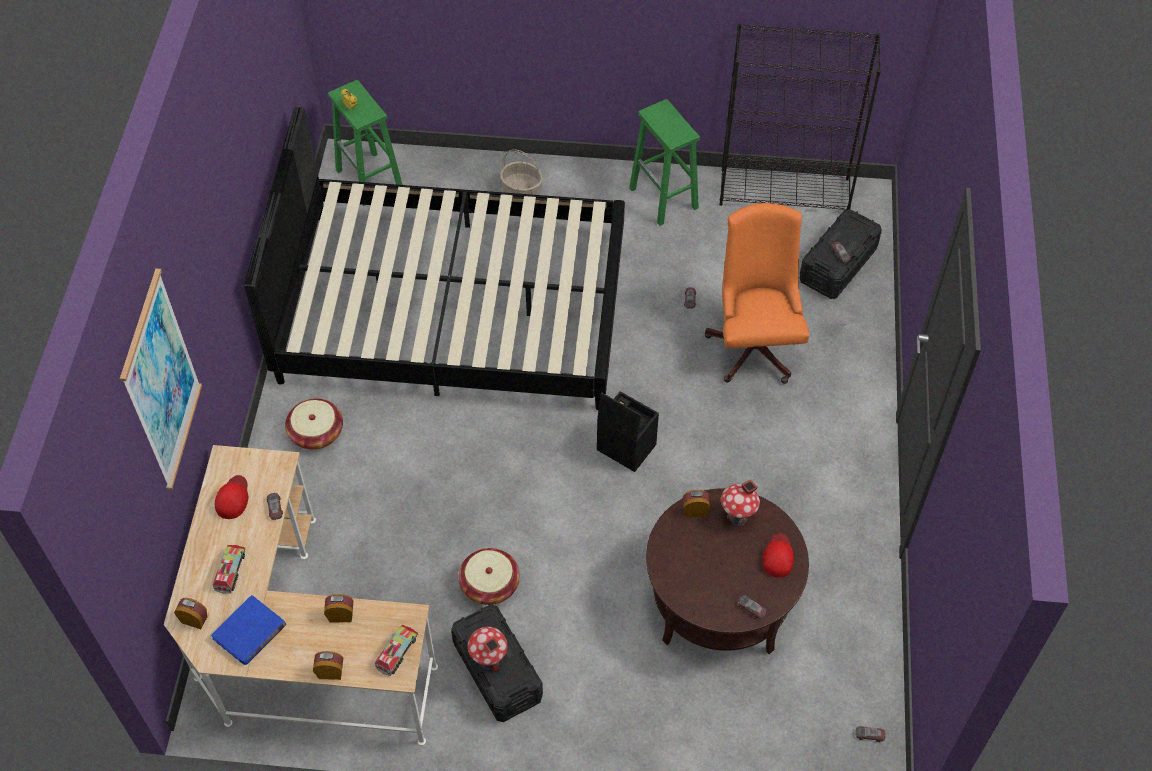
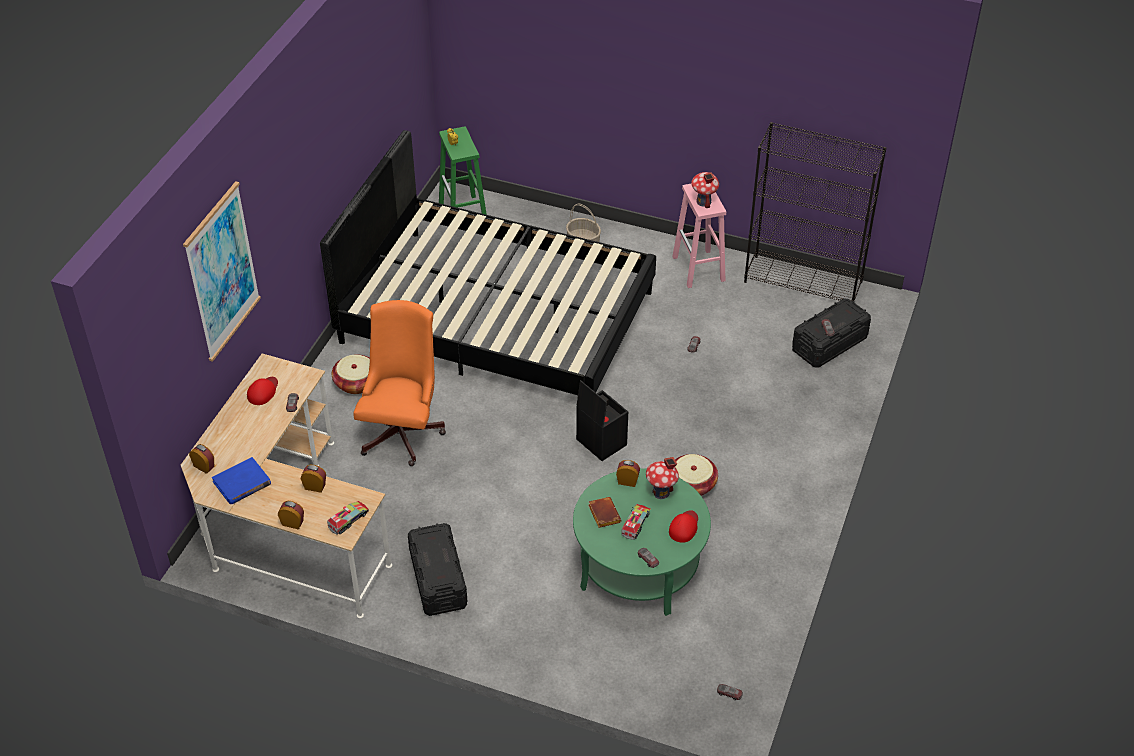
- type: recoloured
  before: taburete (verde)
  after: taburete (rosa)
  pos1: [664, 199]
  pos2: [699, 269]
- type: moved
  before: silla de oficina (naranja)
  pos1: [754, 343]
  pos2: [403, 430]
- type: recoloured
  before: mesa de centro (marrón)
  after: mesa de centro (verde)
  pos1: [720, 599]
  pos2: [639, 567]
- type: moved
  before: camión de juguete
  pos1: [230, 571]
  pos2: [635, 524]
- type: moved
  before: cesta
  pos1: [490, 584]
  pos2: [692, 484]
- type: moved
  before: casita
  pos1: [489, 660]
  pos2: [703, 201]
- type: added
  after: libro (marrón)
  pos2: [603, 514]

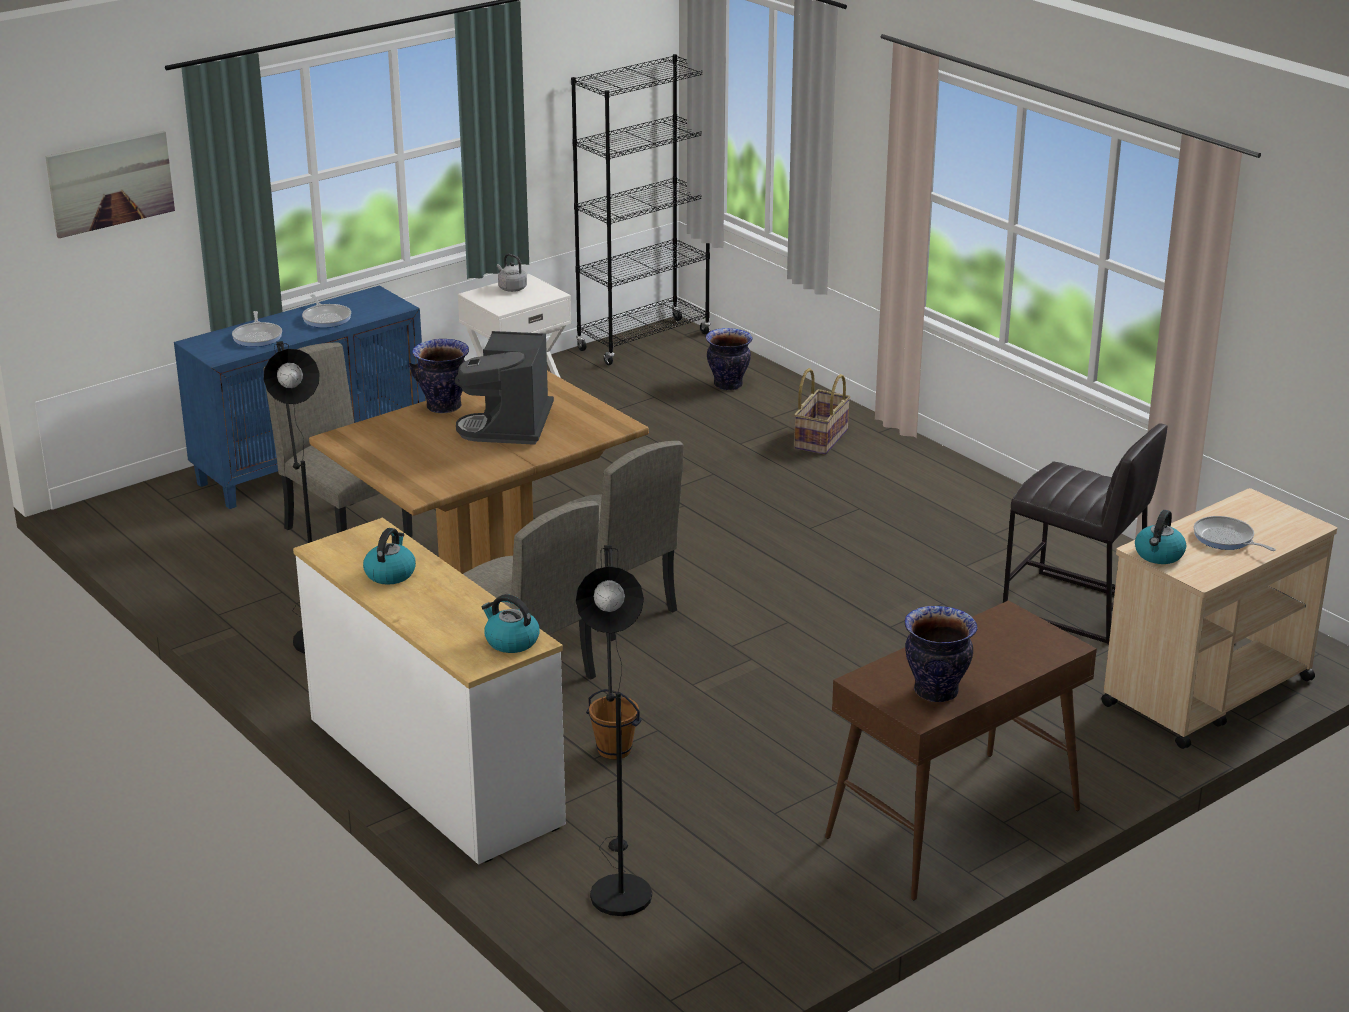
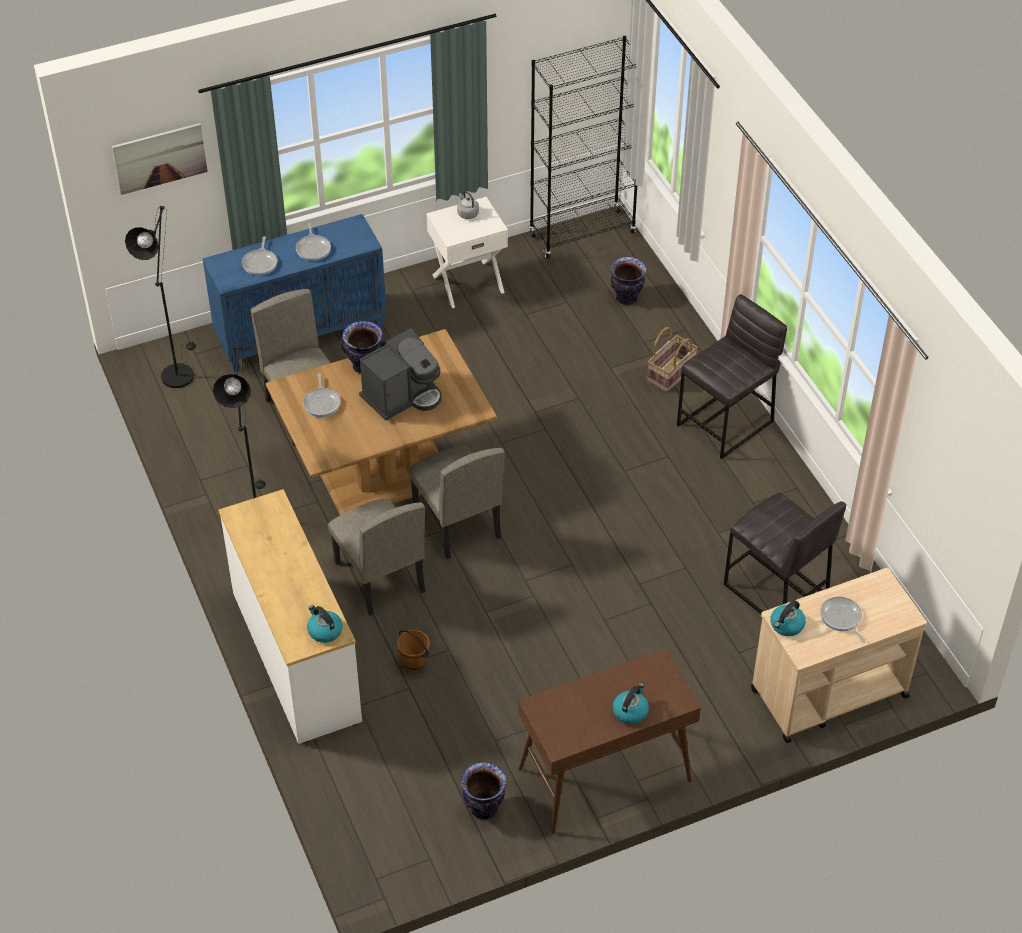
- type: turned
  before: cafetera
  pos1: [510, 426]
  pos2: [402, 396]
  turn: -150
- type: moved
  before: hervidor
  pos1: [390, 573]
  pos2: [630, 711]
- type: moved
  before: lámpara de pie (negro)
  pos1: [618, 888]
  pos2: [178, 371]
- type: moved
  before: florero
  pos1: [937, 692]
  pos2: [484, 808]
- type: added
  after: taburete (gris)
  pos2: [726, 423]
- type: added
  after: sartén
  pos2: [322, 402]

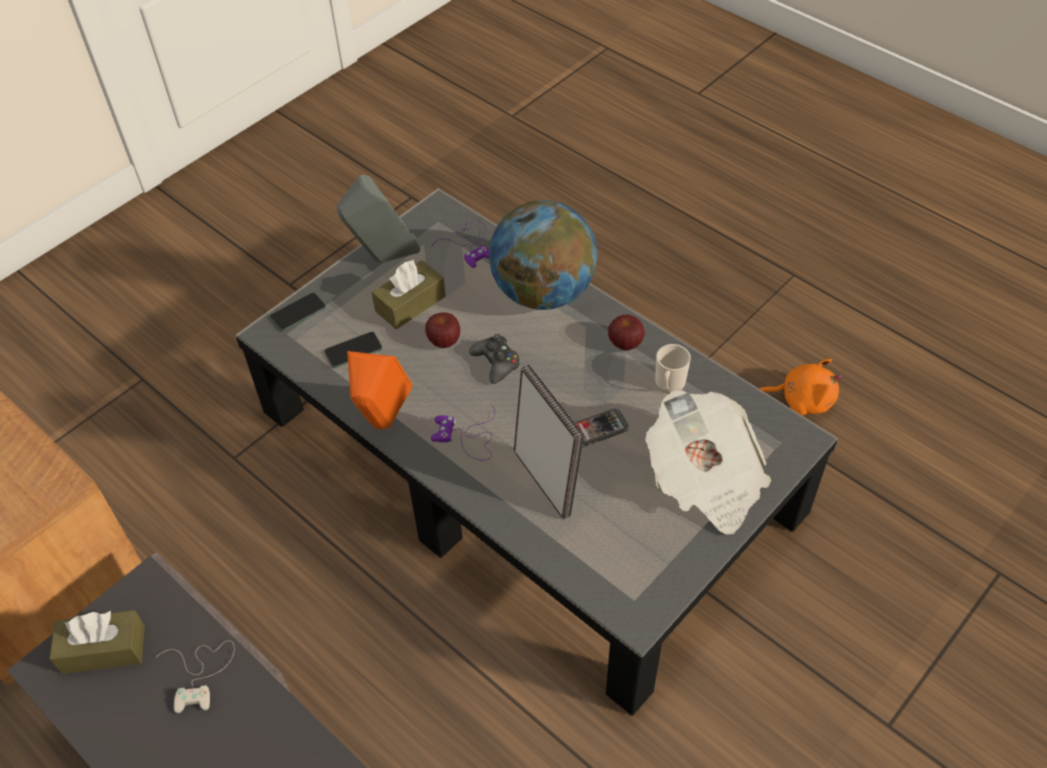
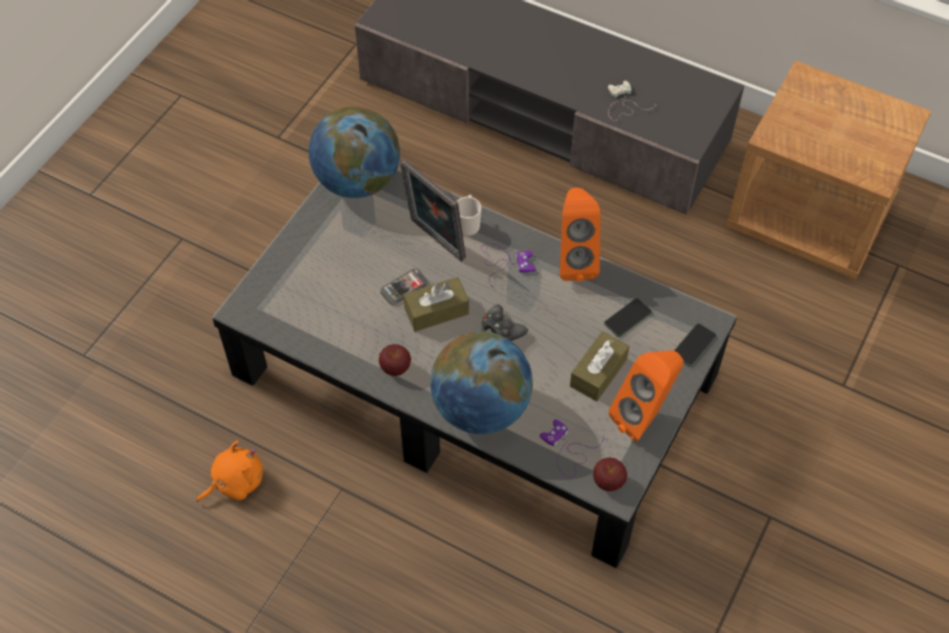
- type: recoloured
  before: altavoz (gris)
  after: altavoz (naranja)
  pos1: [383, 259]
  pos2: [644, 416]
- type: moved
  before: manzana
  pos1: [444, 341]
  pos2: [608, 481]
- type: moved
  before: taza grande
  pos1: [669, 384]
  pos2: [468, 224]
- type: turned
  before: peluche (naranja)
  pos1: [802, 399]
  pos2: [235, 481]
  turn: 150
- type: removed
  before: periódico
  pos1: [705, 480]
- type: moved
  before: caja de pañuelos (marrón)
  pos1: [103, 649]
  pos2: [436, 311]
- type: added
  after: globo terráqueo
  pos2: [357, 181]

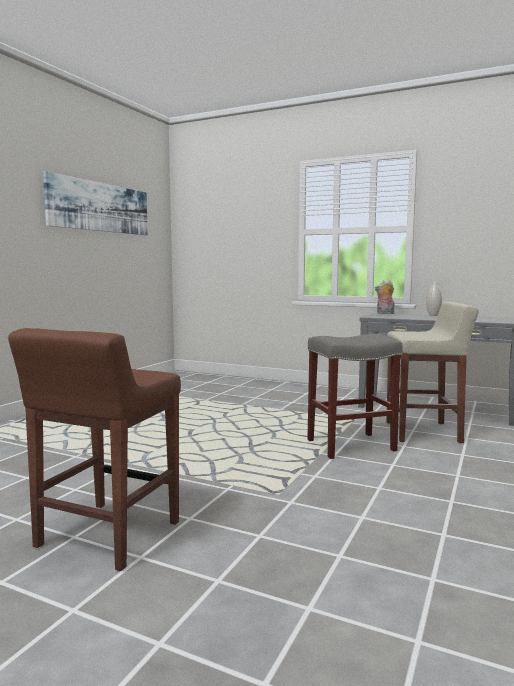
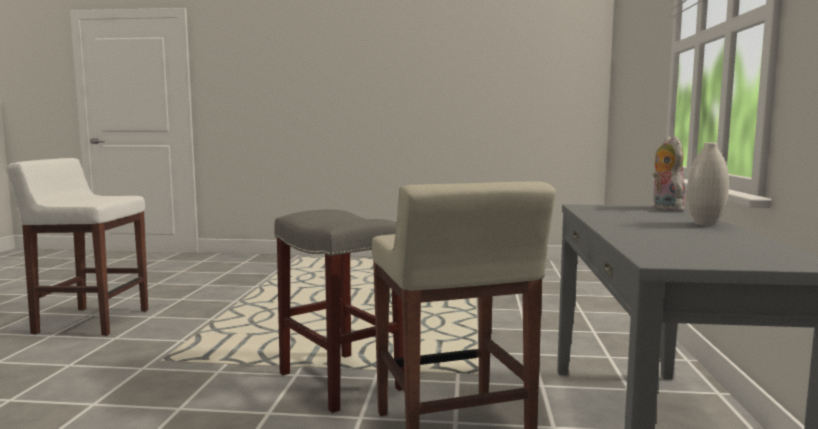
- type: removed
  before: cuadro
  pos1: [100, 207]
- type: recoloured
  before: taburete (marrón)
  after: taburete (blanco)
  pos1: [107, 535]
  pos2: [91, 321]

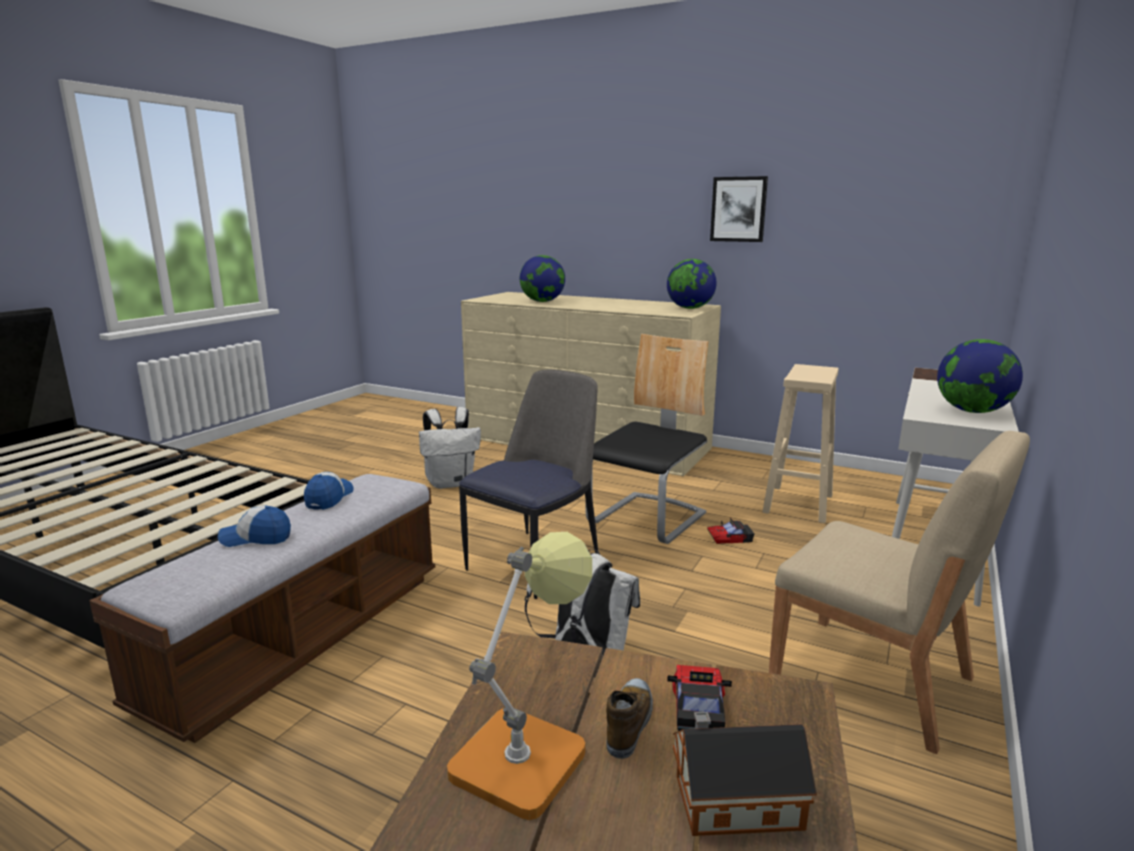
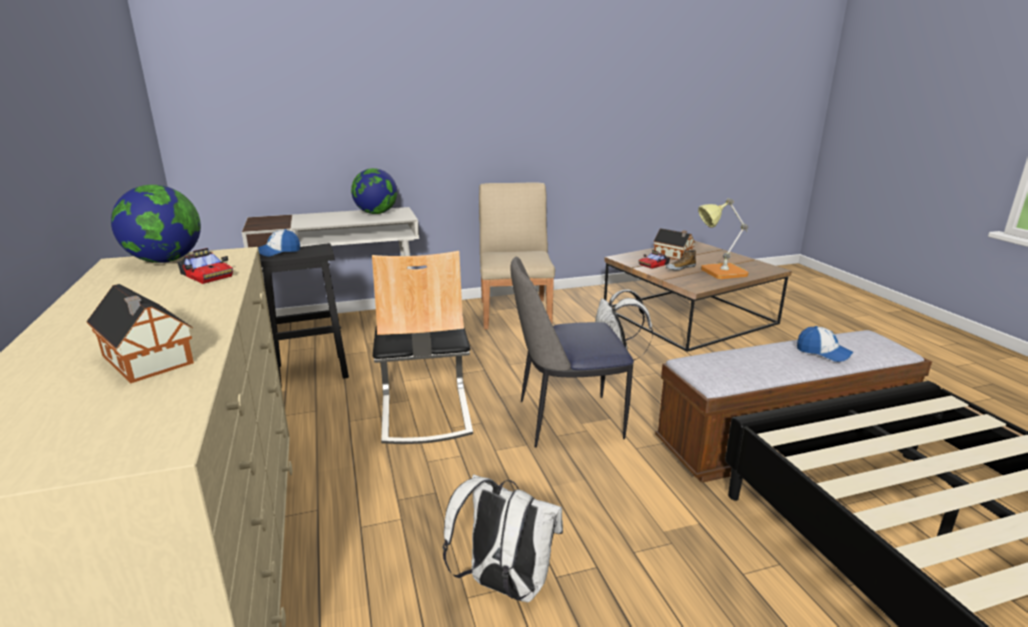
- type: removed
  before: cuadro
  pos1: [738, 209]
- type: replaced
  before: globo terráqueo
  after: casita
  pos1: [542, 301]
  pos2: [147, 361]
- type: turned
  before: silla
  pos1: [648, 519]
  pos2: [424, 412]
  turn: -90
- type: recoloured
  before: taburete (beis)
  after: taburete (negro)
  pos1: [798, 503]
  pos2: [309, 371]
- type: moved
  before: gorra
  pos1: [329, 498]
  pos2: [278, 252]
- type: moved
  before: coche de juguete
  pos1: [730, 538]
  pos2: [206, 275]

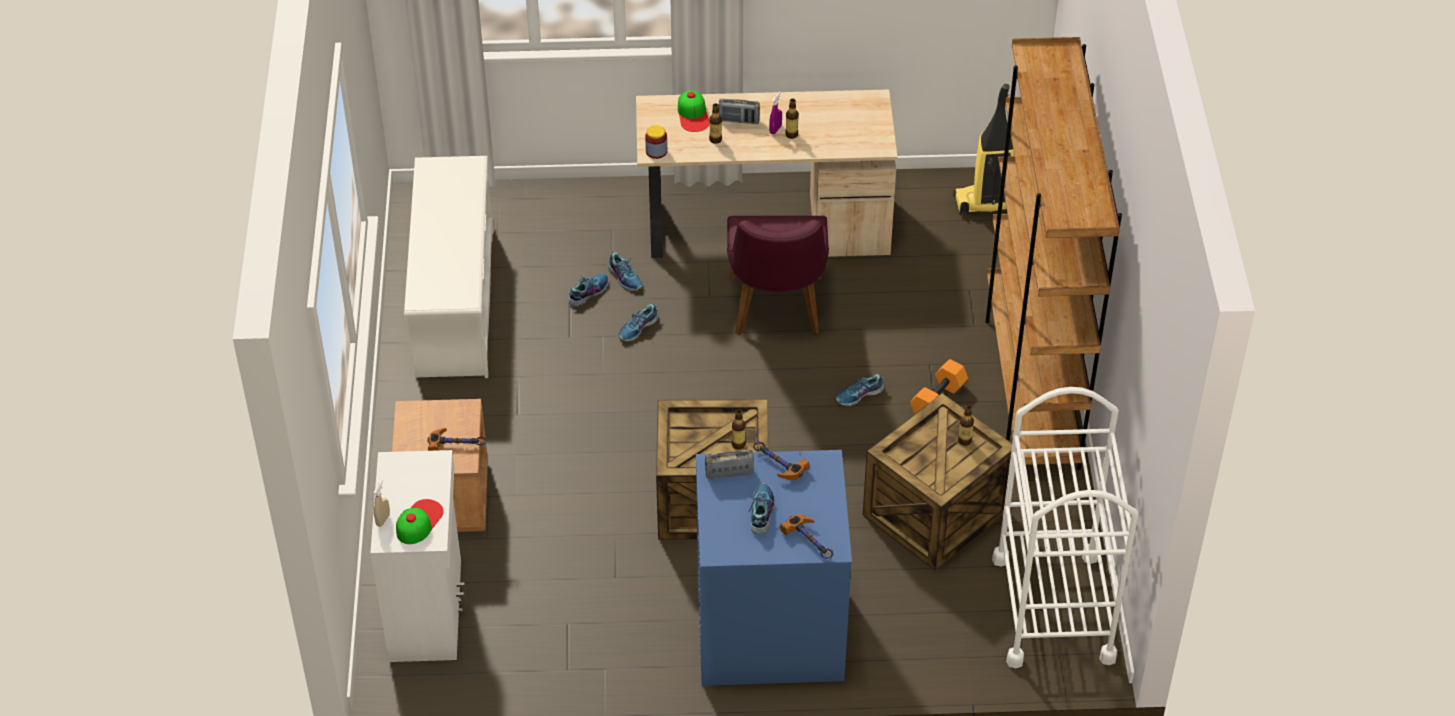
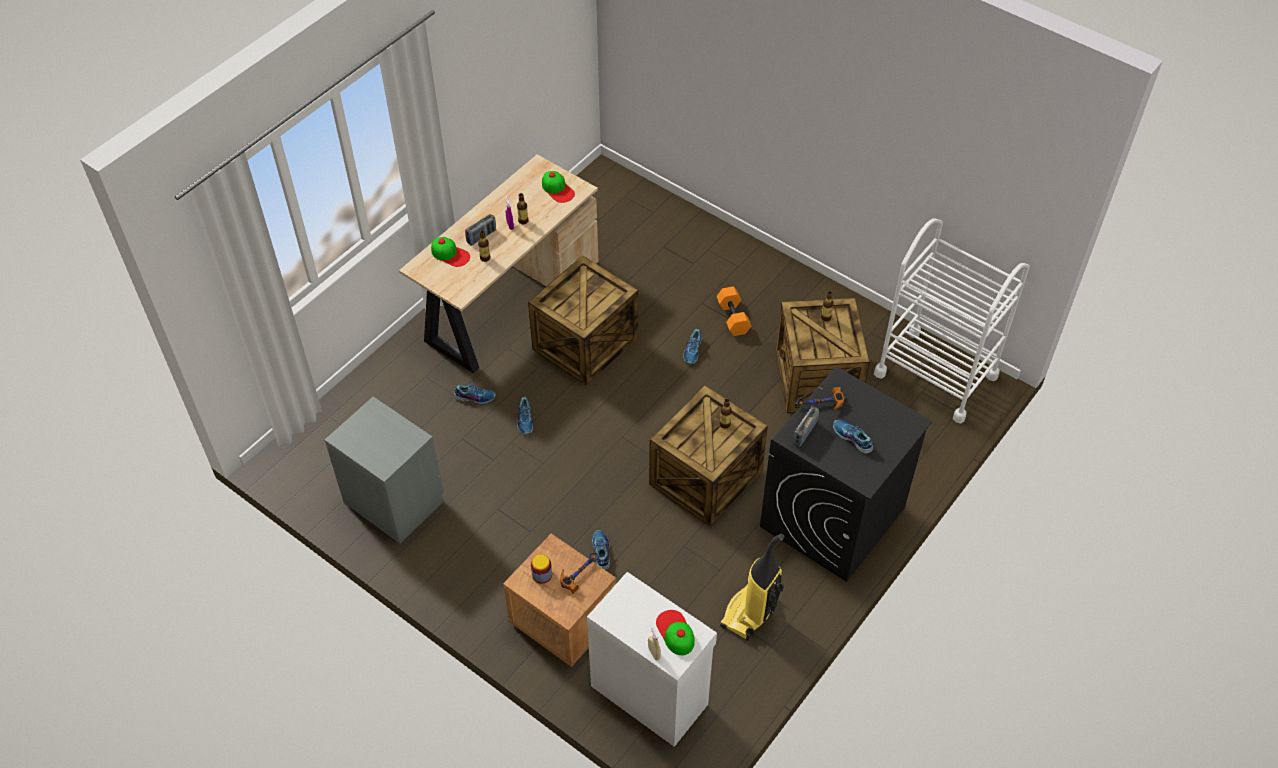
- type: removed
  before: estantería (marrón)
  pos1: [1031, 383]
- type: moved
  before: aspiradora
  pos1: [986, 204]
  pos2: [750, 613]
- type: moved
  before: tarro
  pos1: [656, 151]
  pos2: [542, 574]
- type: replaced
  before: zapatero (blanco)
  after: mesita de noche (gris)
  pos1: [455, 302]
  pos2: [395, 500]
- type: replaced
  before: silla (morado)
  after: caja de embalaje
  pos1: [776, 312]
  pos2: [586, 344]
- type: moved
  before: zapato
  pos1: [588, 292]
  pos2: [601, 552]
- type: recoloured
  before: lavadora (azul)
  after: lavadora (negro)
  pos1: [768, 629]
  pos2: [832, 518]
- type: removed
  before: martillo
  pos1: [811, 543]
- type: added
  after: gorra
  pos2: [557, 189]

